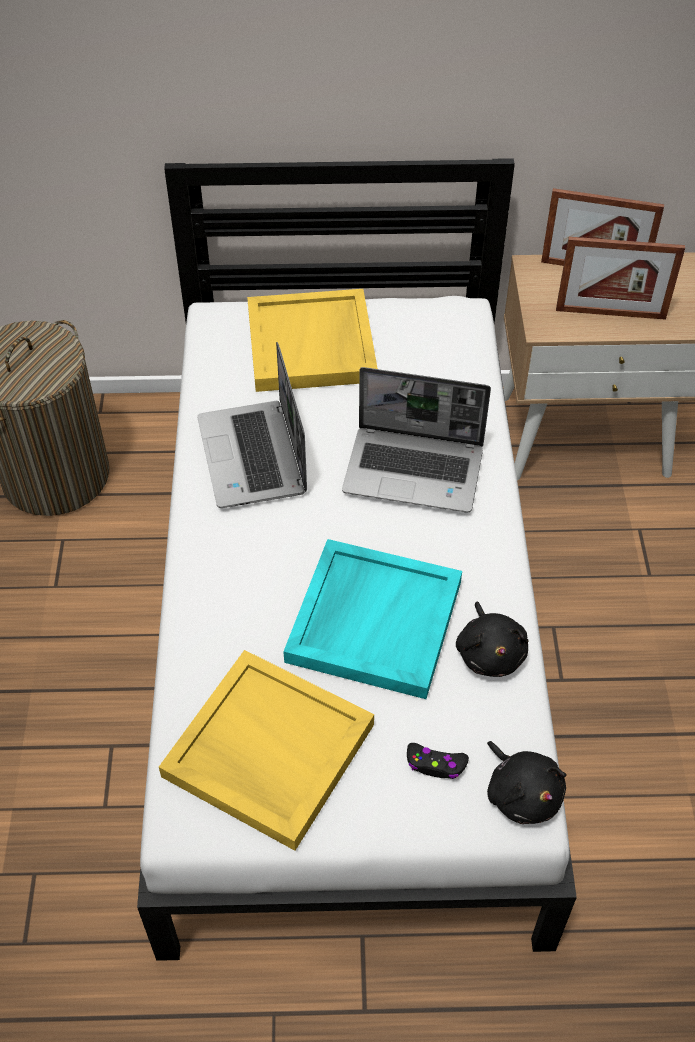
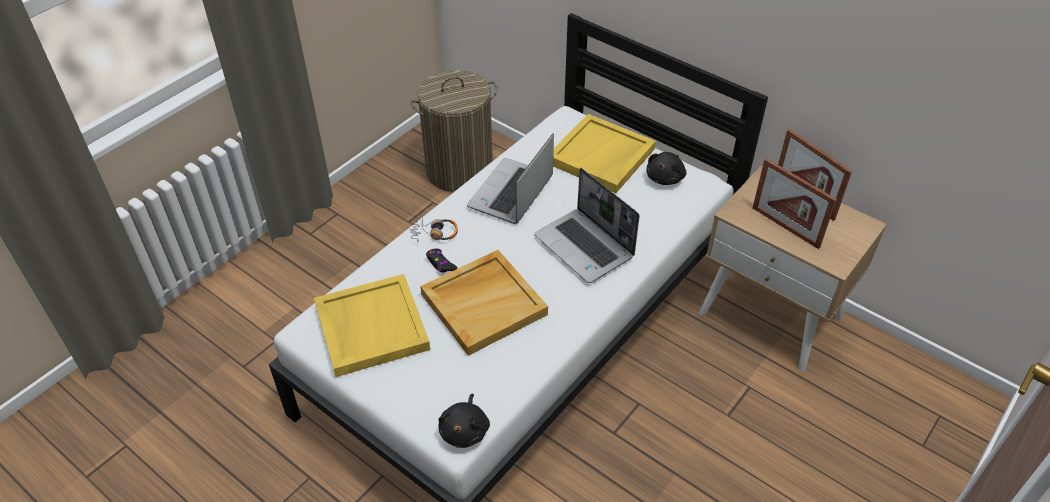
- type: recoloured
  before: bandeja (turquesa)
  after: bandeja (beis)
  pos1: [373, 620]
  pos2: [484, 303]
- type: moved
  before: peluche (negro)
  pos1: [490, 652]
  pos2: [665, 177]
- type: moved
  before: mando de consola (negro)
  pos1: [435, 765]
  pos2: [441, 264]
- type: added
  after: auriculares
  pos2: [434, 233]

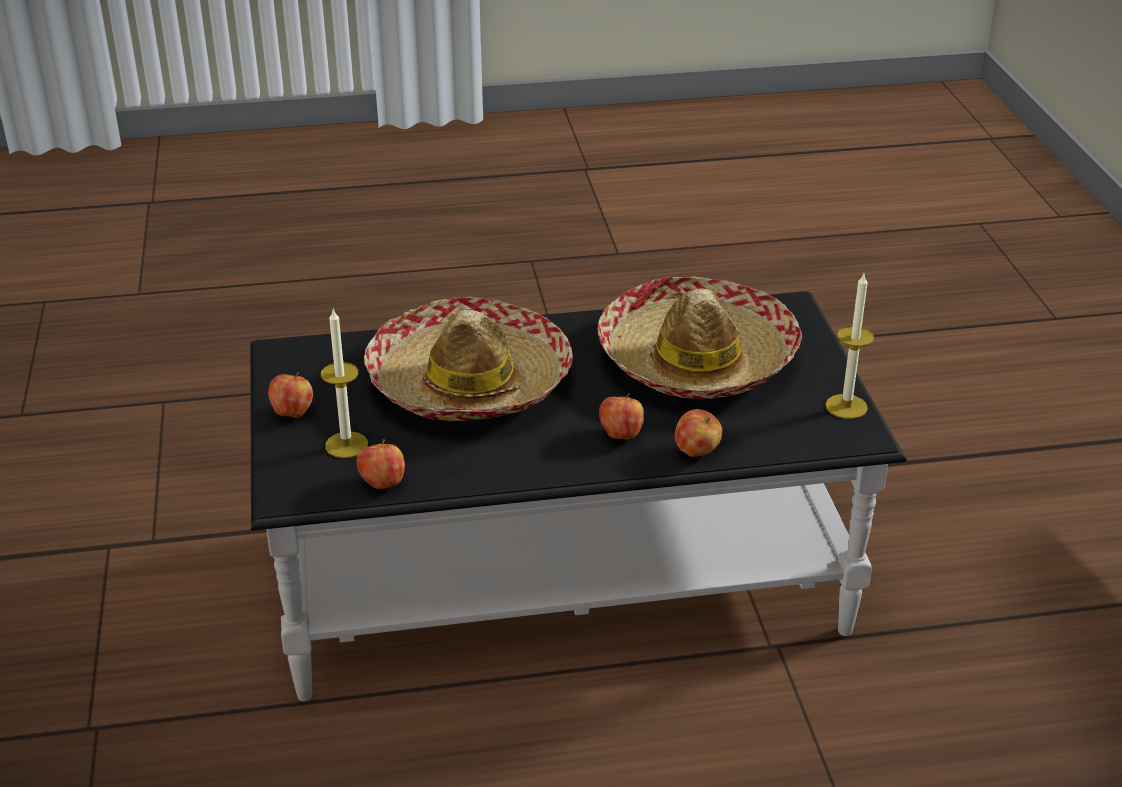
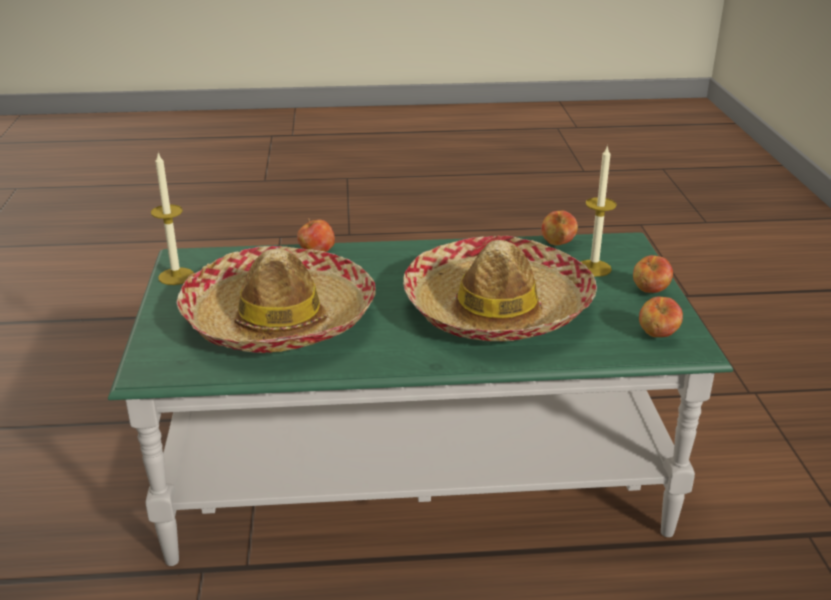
- type: recoloured
  before: mesa de centro (negro)
  after: mesa de centro (verde)
  pos1: [560, 581]
  pos2: [416, 473]
- type: moved
  before: manzana
  pos1: [620, 435]
  pos2: [657, 335]

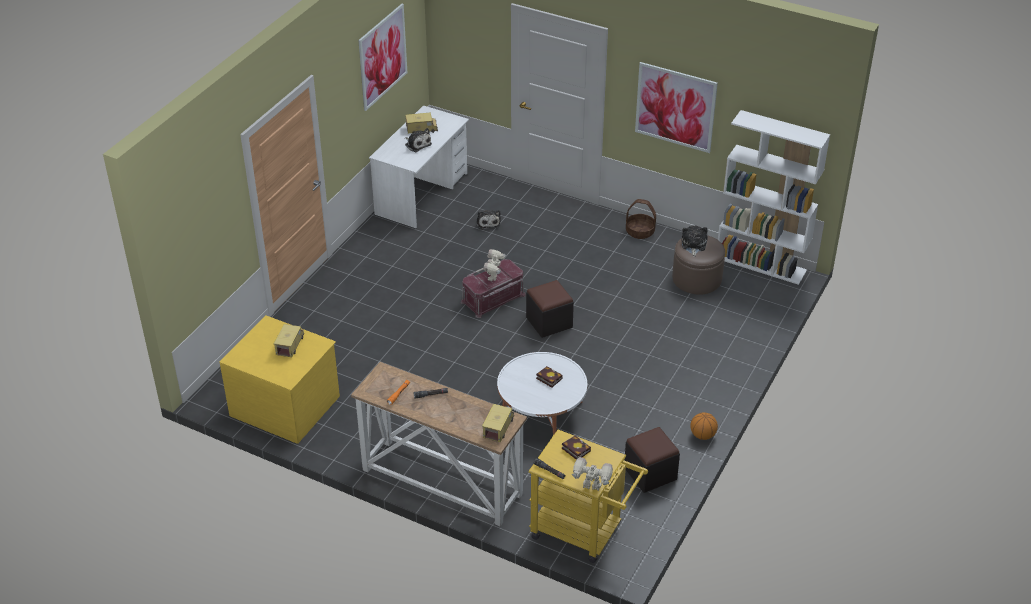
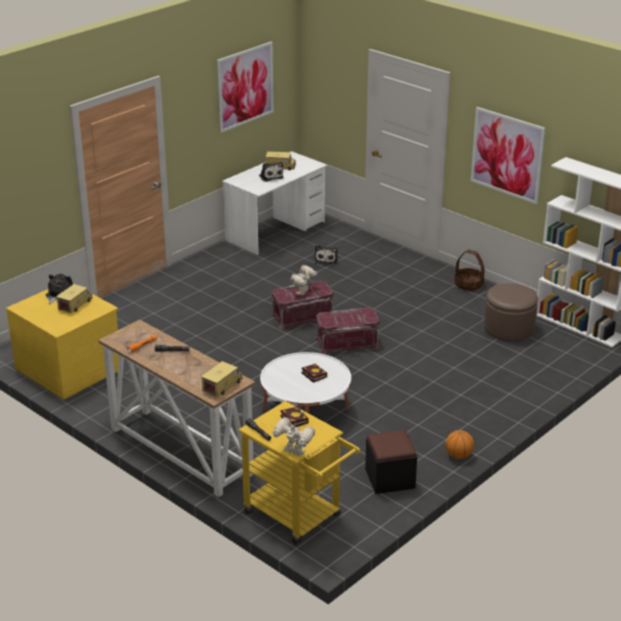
- type: moved
  before: peluche
  pos1: [693, 245]
  pos2: [59, 295]
- type: replaced
  before: puf (negro)
  after: caja de almacenaje (rojo)
  pos1: [549, 322]
  pos2: [347, 342]

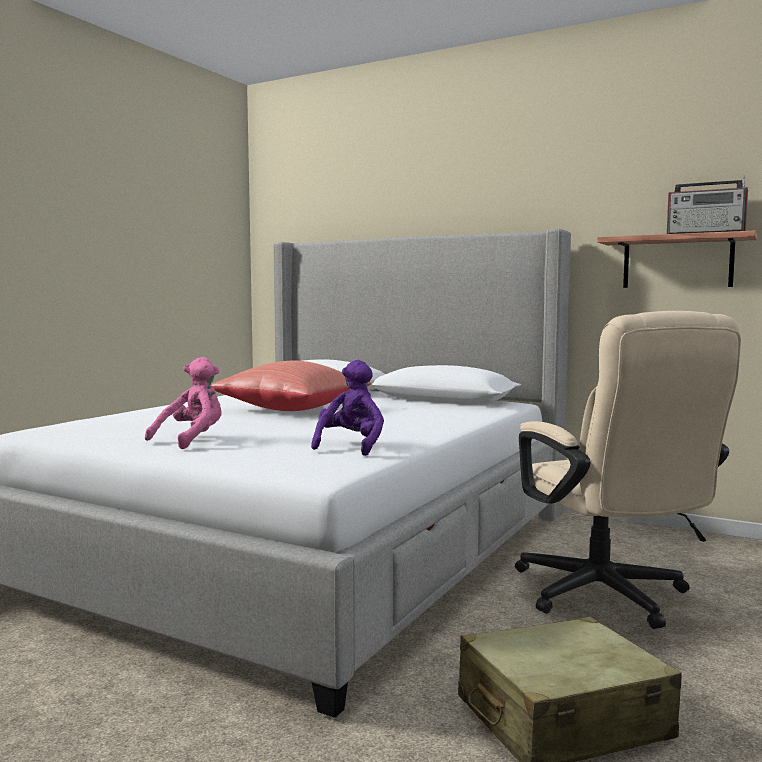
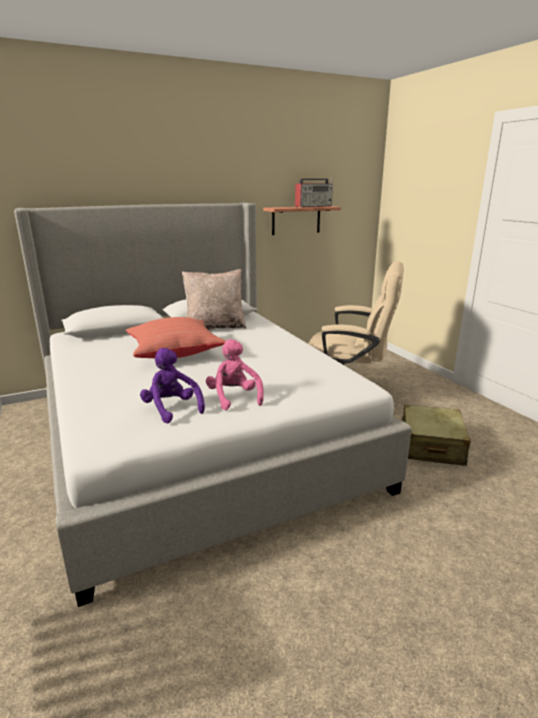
- type: moved
  before: peluche (morado)
  pos1: [351, 446]
  pos2: [172, 409]
- type: added
  after: cojín (beis)
  pos2: [215, 327]

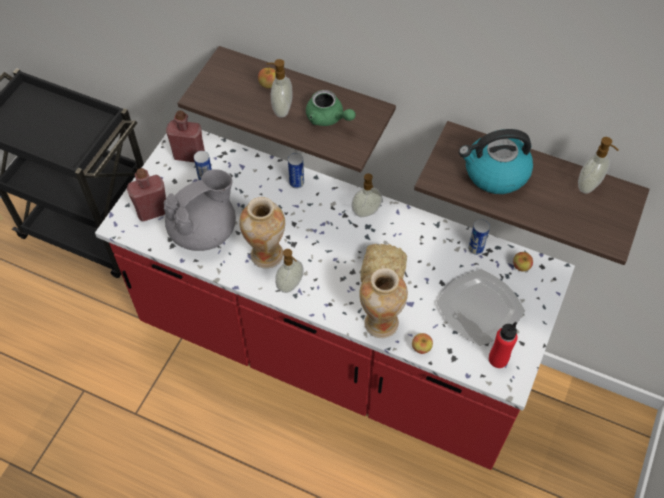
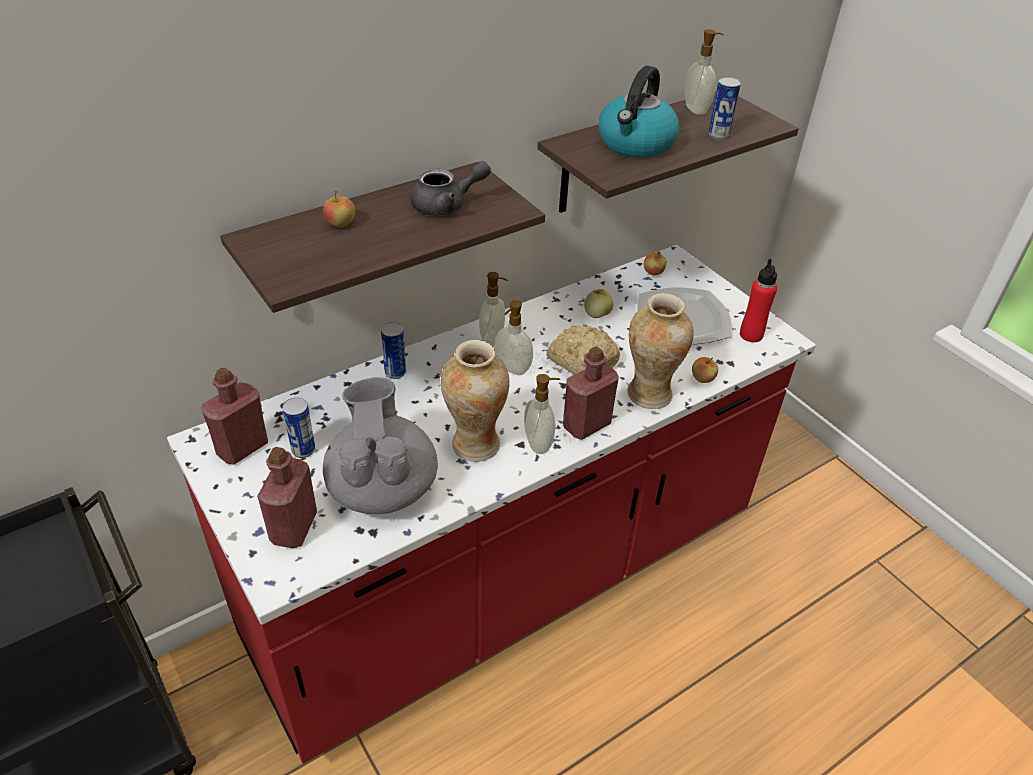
- type: moved
  before: dispensador de jabón
  pos1: [281, 109]
  pos2: [512, 369]
- type: recoloured
  before: tetera (verde)
  after: tetera (gris)
  pos1: [328, 118]
  pos2: [447, 205]
- type: moved
  before: lata
  pos1: [475, 248]
  pos2: [718, 135]
- type: added
  after: manzana
  pos2: [596, 314]
- type: added
  after: botella (rojo)
  pos2: [586, 425]

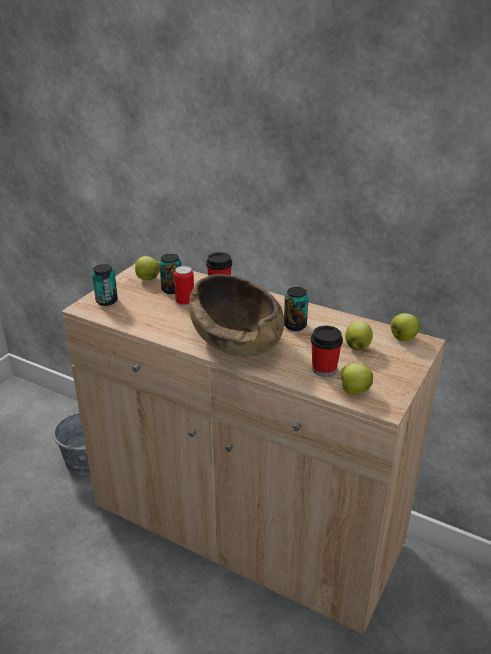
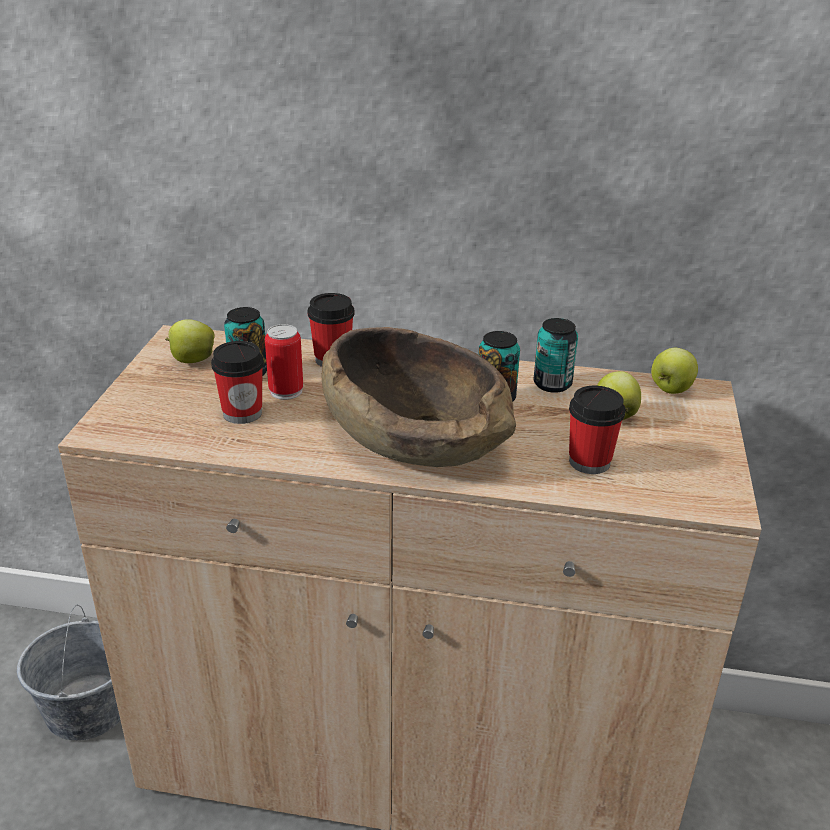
- type: moved
  before: lata
  pos1: [107, 301]
  pos2: [552, 384]
- type: removed
  before: manzana
  pos1: [353, 391]
- type: added
  after: taza
  pos2: [242, 413]

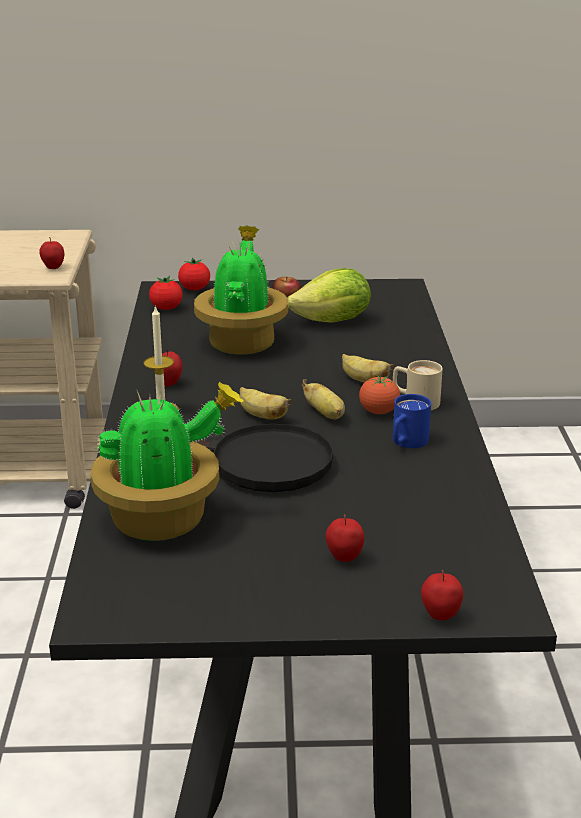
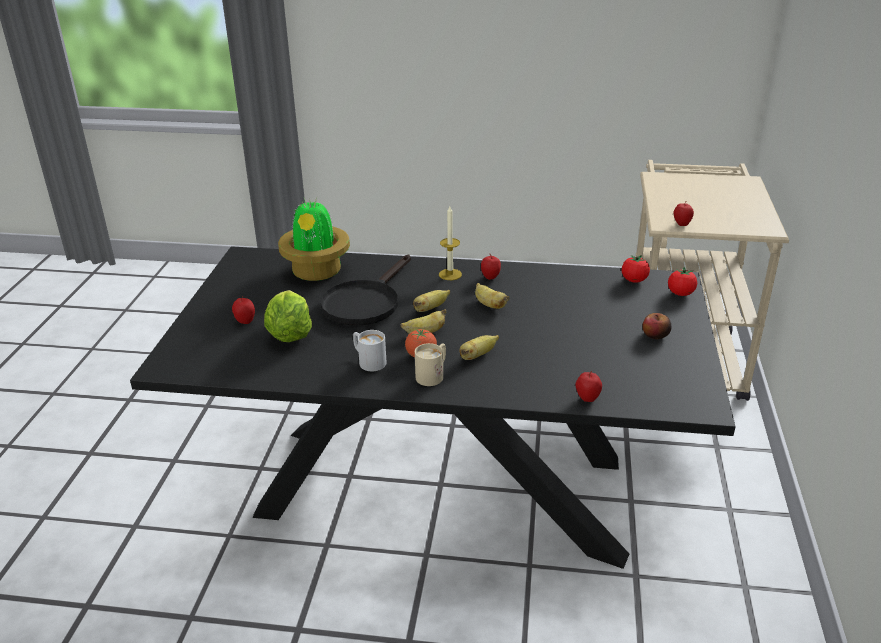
- type: removed
  before: planta en maceta
  pos1: [242, 342]
- type: moved
  before: lechuga
  pos1: [333, 321]
  pos2: [289, 334]
- type: recoloured
  before: taza grande (azul)
  after: taza grande (blanco)
  pos1: [406, 443]
  pos2: [368, 361]
- type: moved
  before: manzana
  pos1: [440, 616]
  pos2: [587, 399]
- type: added
  after: plátano
  pos2: [489, 305]

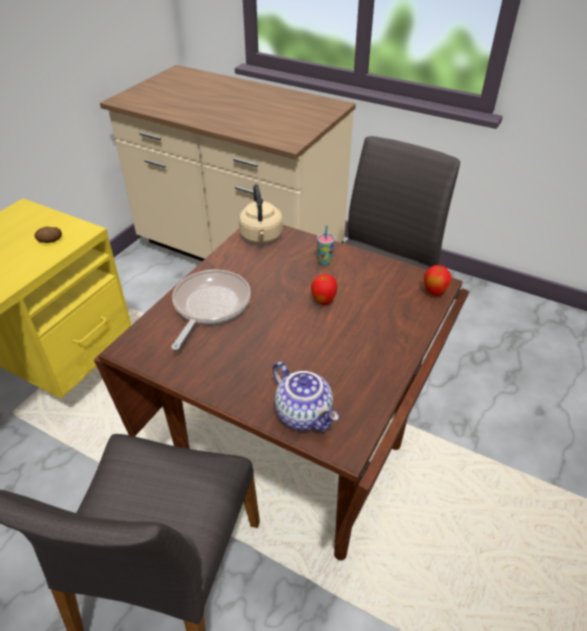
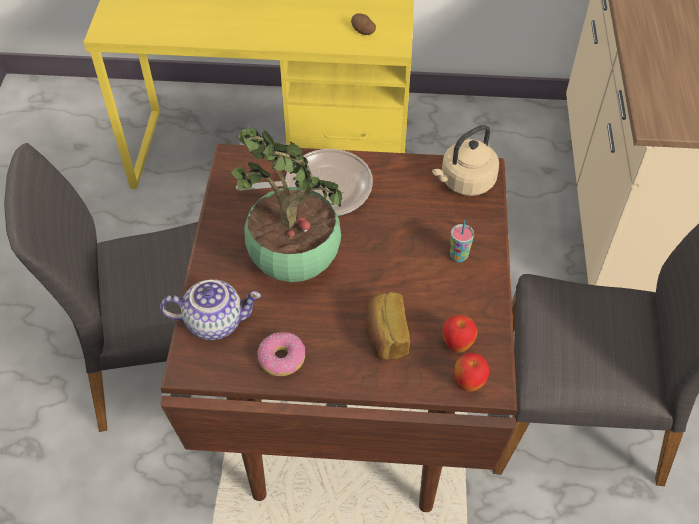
- type: moved
  before: manzana
  pos1: [323, 302]
  pos2: [457, 345]
- type: turned
  before: tetera
  pos1: [305, 414]
  pos2: [215, 321]
  turn: -120
- type: added
  after: planta en maceta
  pos2: [297, 264]
- type: added
  after: pan
  pos2: [385, 335]
- type: added
  after: rosquilla
  pos2: [282, 359]

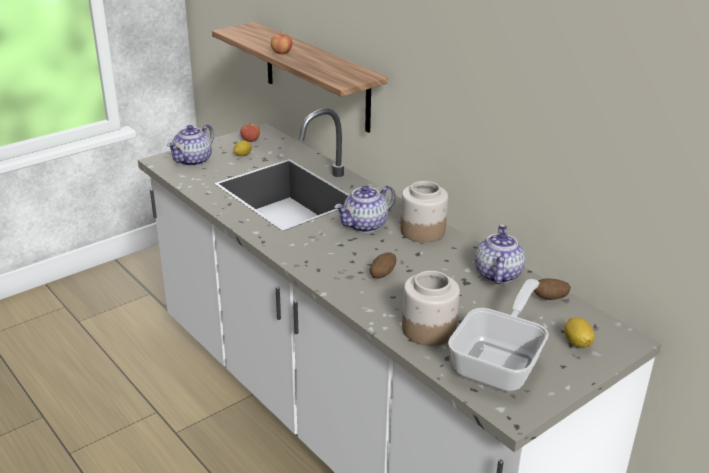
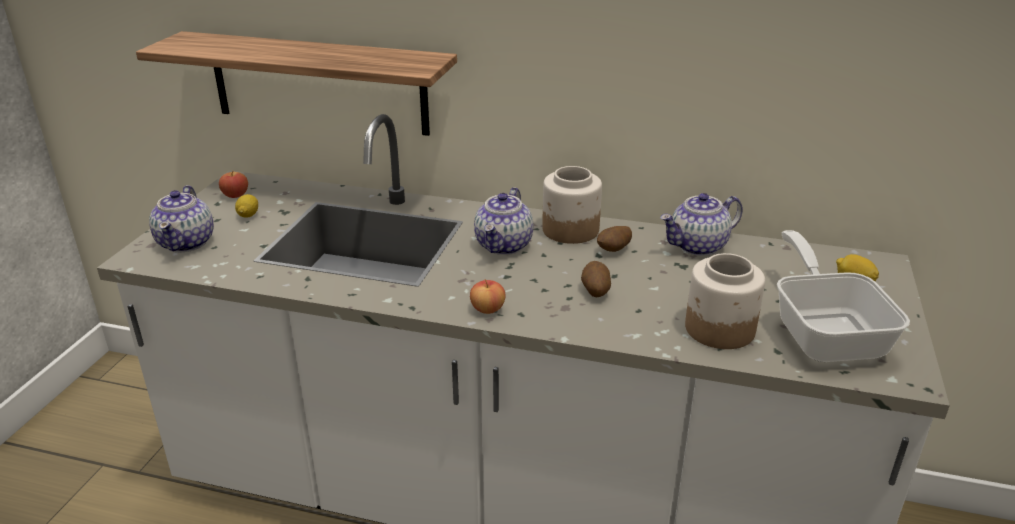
- type: moved
  before: manzana
  pos1: [281, 52]
  pos2: [487, 309]
- type: turned
  before: tetera
  pos1: [497, 274]
  pos2: [698, 246]
  turn: -90
- type: moved
  before: patata
  pos1: [549, 299]
  pos2: [614, 250]

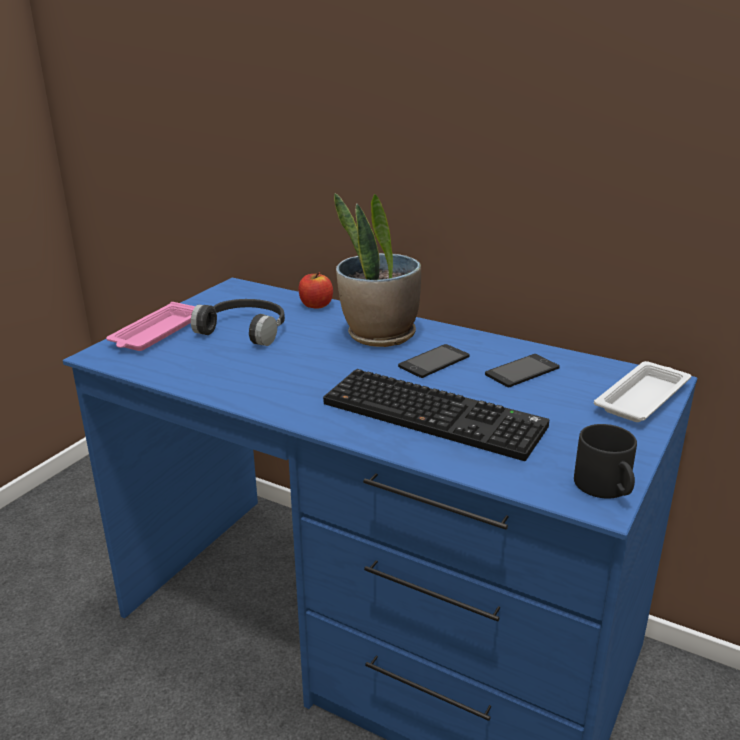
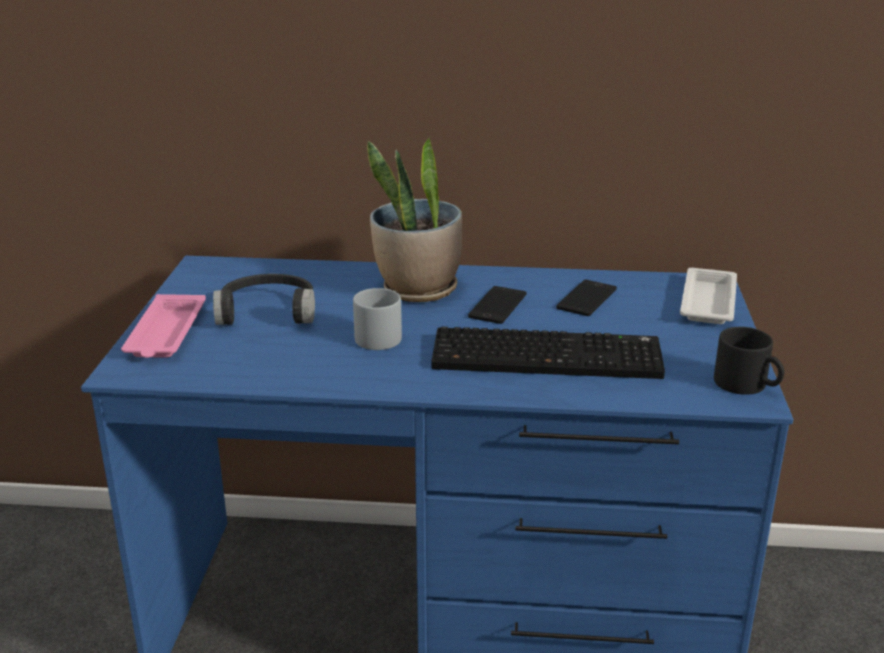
- type: removed
  before: manzana
  pos1: [316, 305]
- type: added
  after: taza grande (gris)
  pos2: [374, 335]

